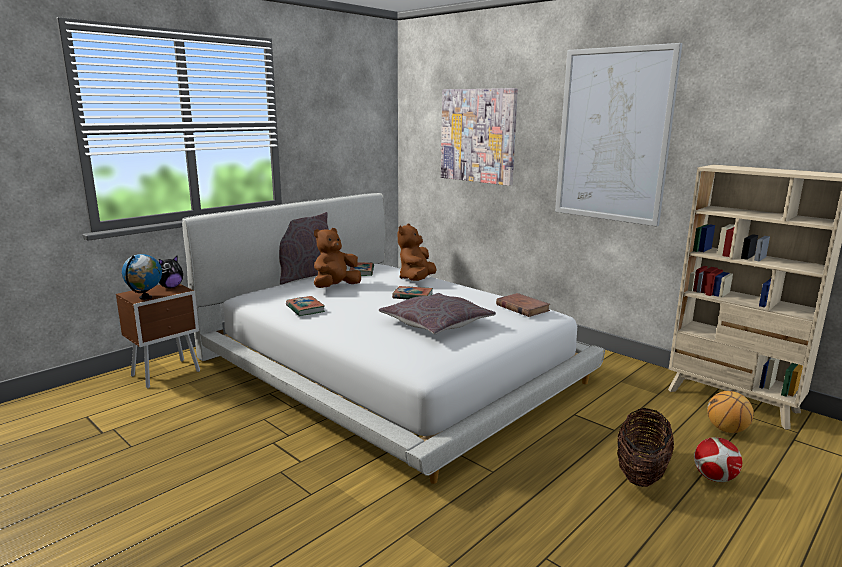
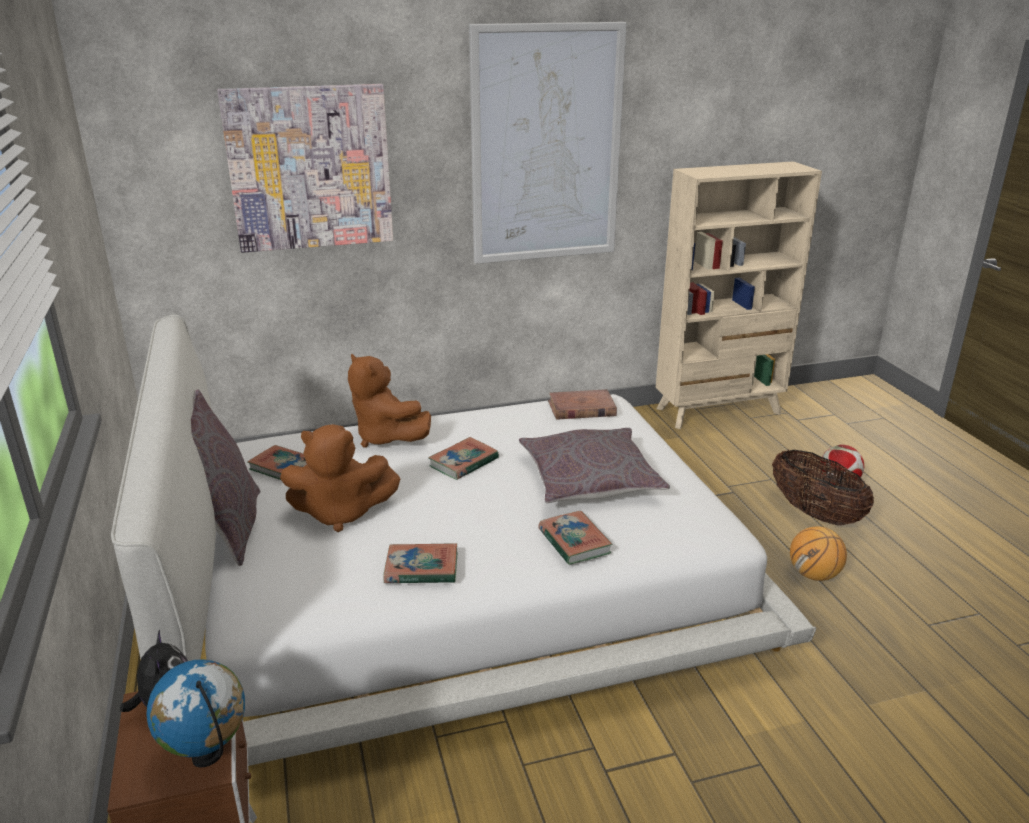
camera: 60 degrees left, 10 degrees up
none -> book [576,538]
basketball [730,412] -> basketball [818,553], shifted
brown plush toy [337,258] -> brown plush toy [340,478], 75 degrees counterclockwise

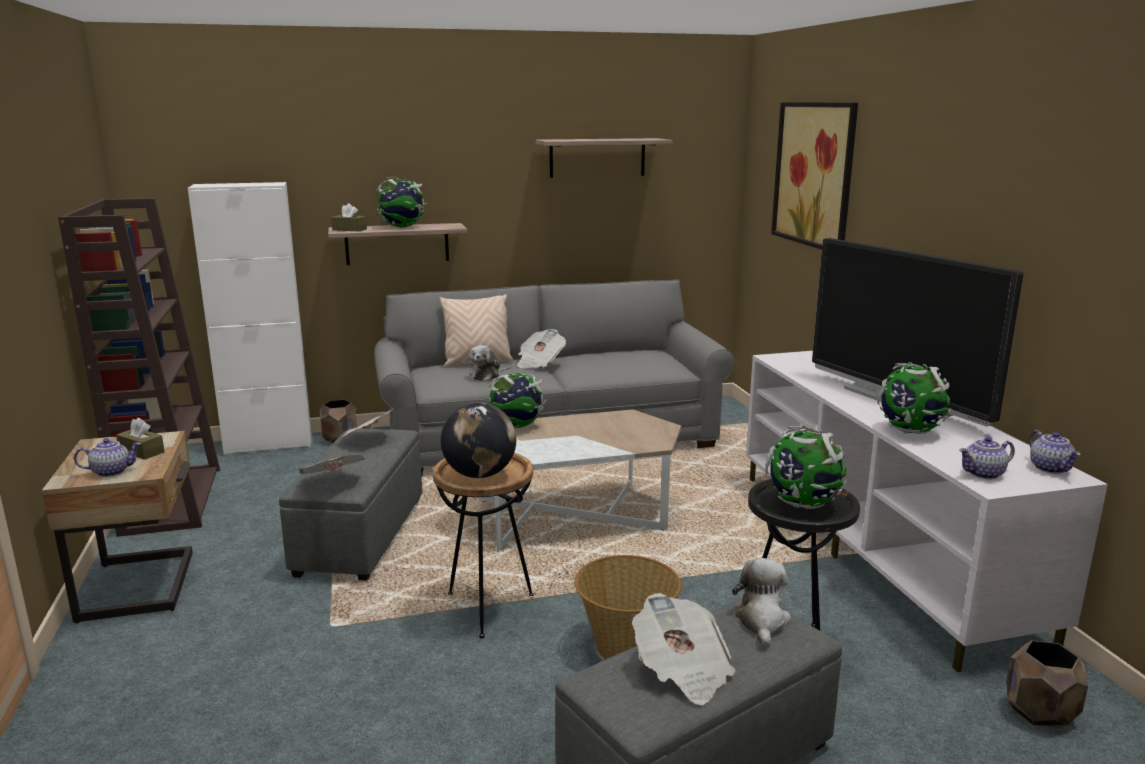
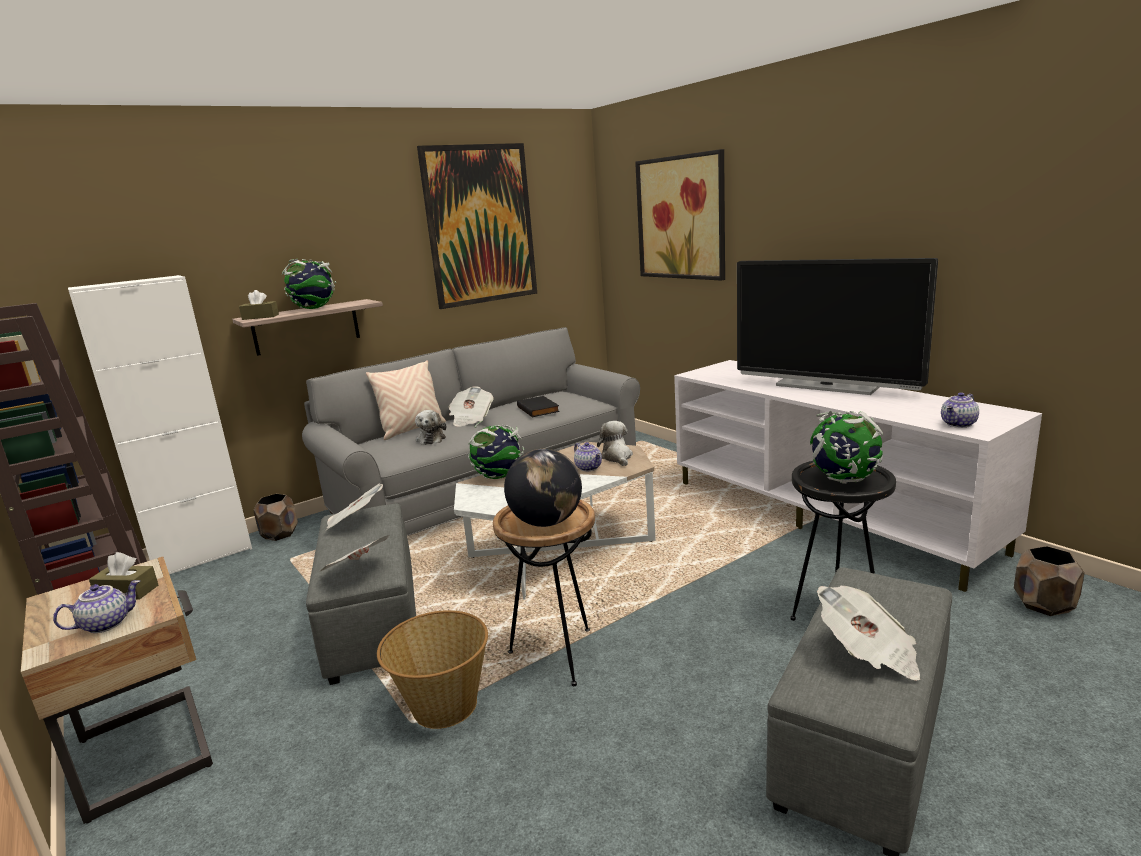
camera: 20 degrees left, 0 degrees up
globe [914,398] -> none
none -> black book [538,406]
basket [627,607] -> basket [432,669], shifted
plush toy [761,603] -> plush toy [615,443], shifted
teapot [1055,452] -> teapot [588,456], shifted
shelf [604,158] -> picture [477,226]

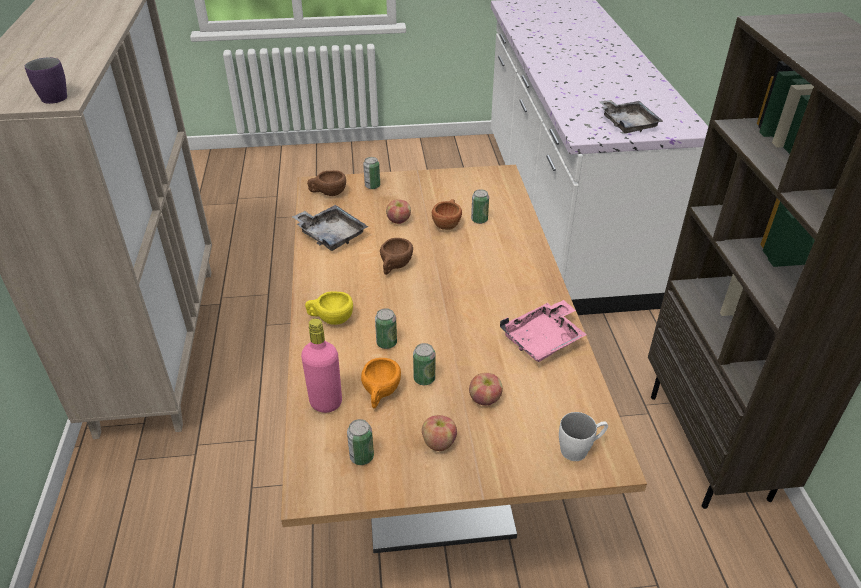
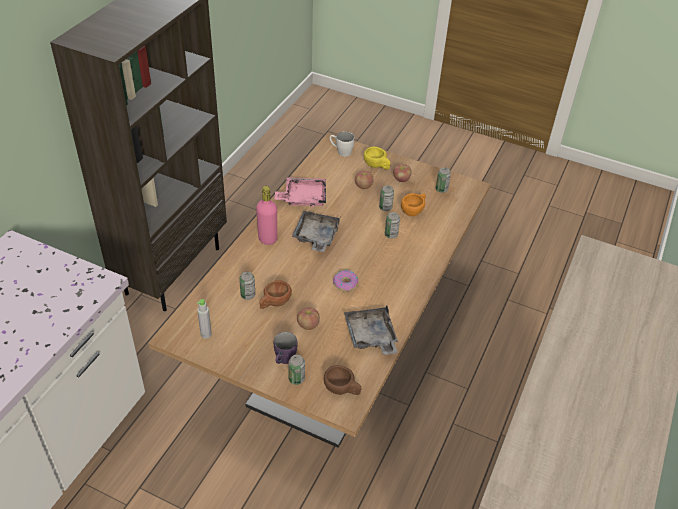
camera: 150 degrees left, 5 degrees up
none -> grey bottle [204,319]
purple mug [46,80] -> purple mug [285,348], shifted
pink bottle [321,366] -> pink bottle [266,215], shifted
yellow cup [329,308] -> yellow cup [377,158], shifted
grey tray [631,116] -> grey tray [316,231], shifted
brown cup [396,256] -> donut [345,281]

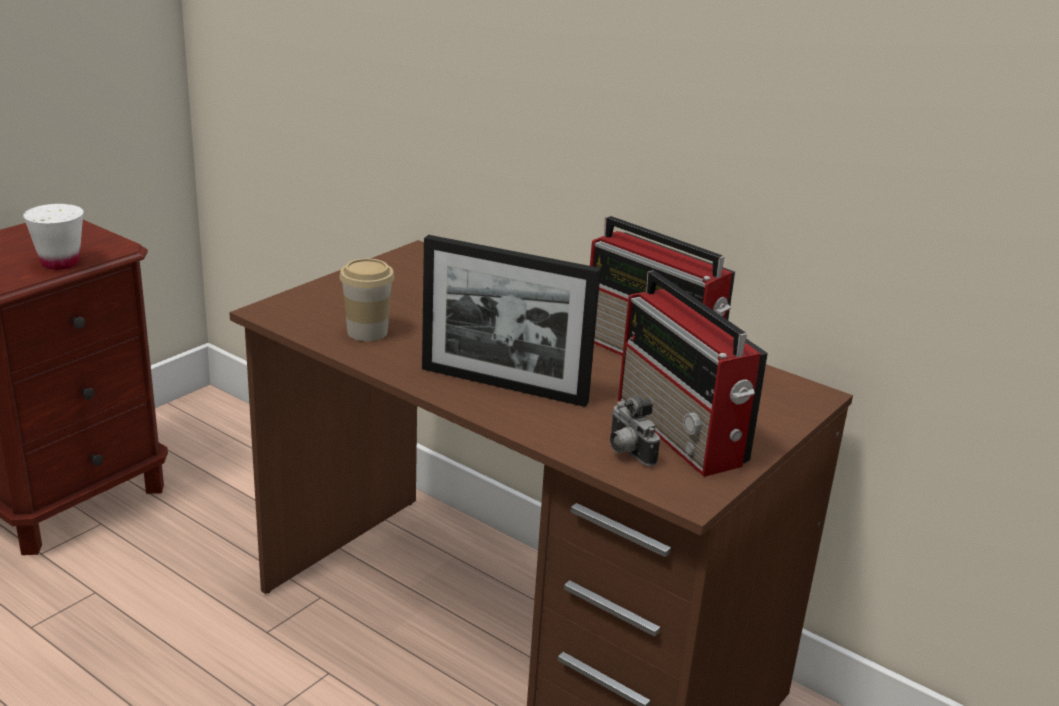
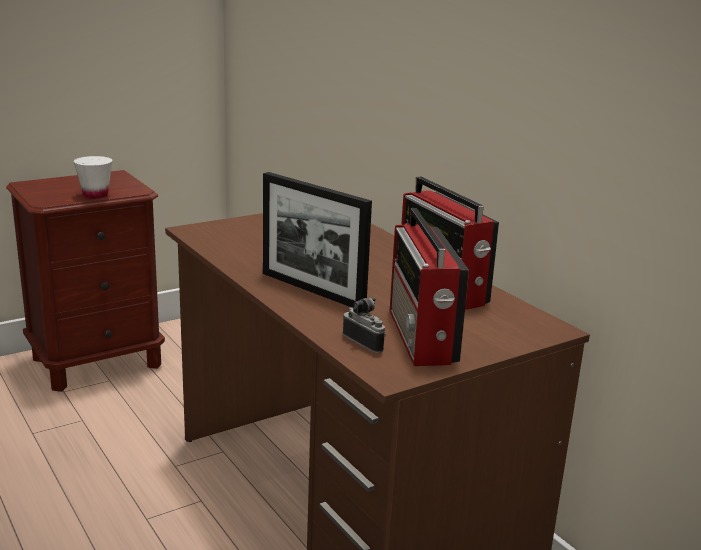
camera: 20 degrees right, 5 degrees down
cup [367,299] -> none
photo camera [635,430] -> photo camera [364,325], 150 degrees clockwise

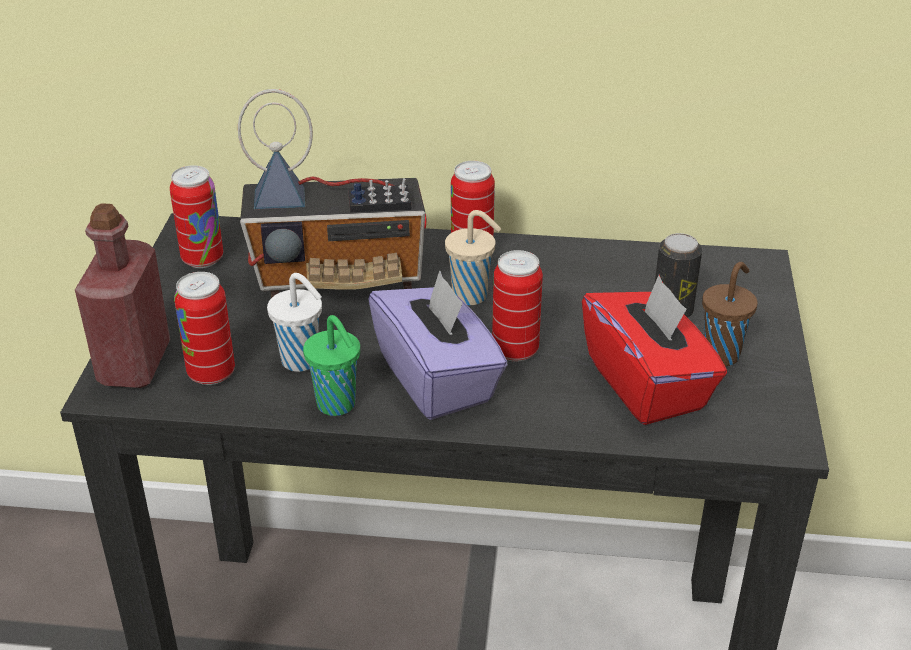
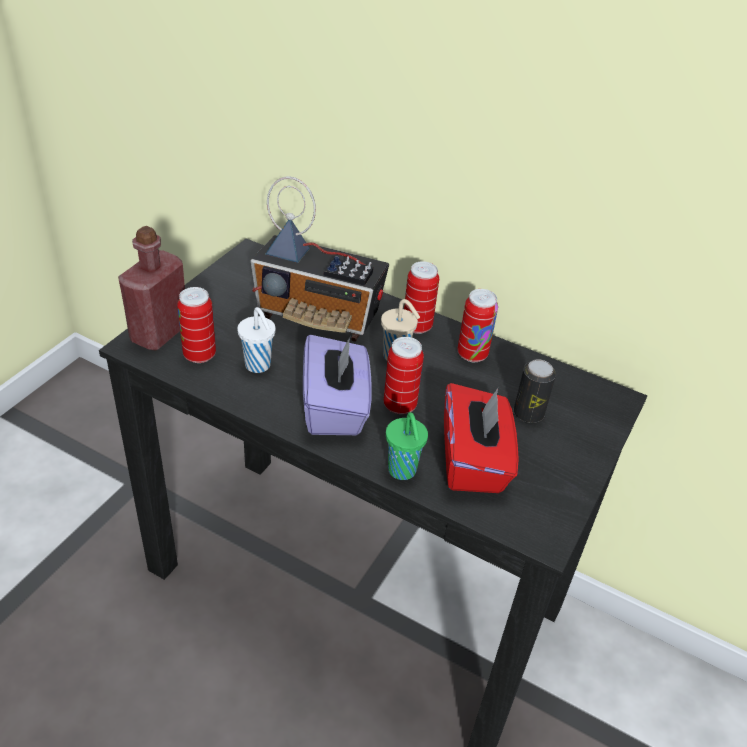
camera: 20 degrees right, 5 degrees up
brown cup [730,314] -> none
can [196,216] -> can [477,325], shifted
green cup [331,365] -> green cup [407,446], shifted

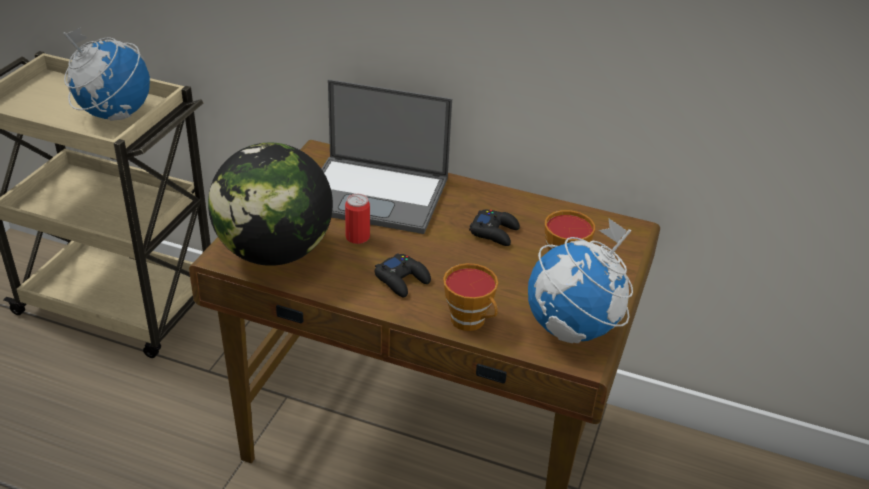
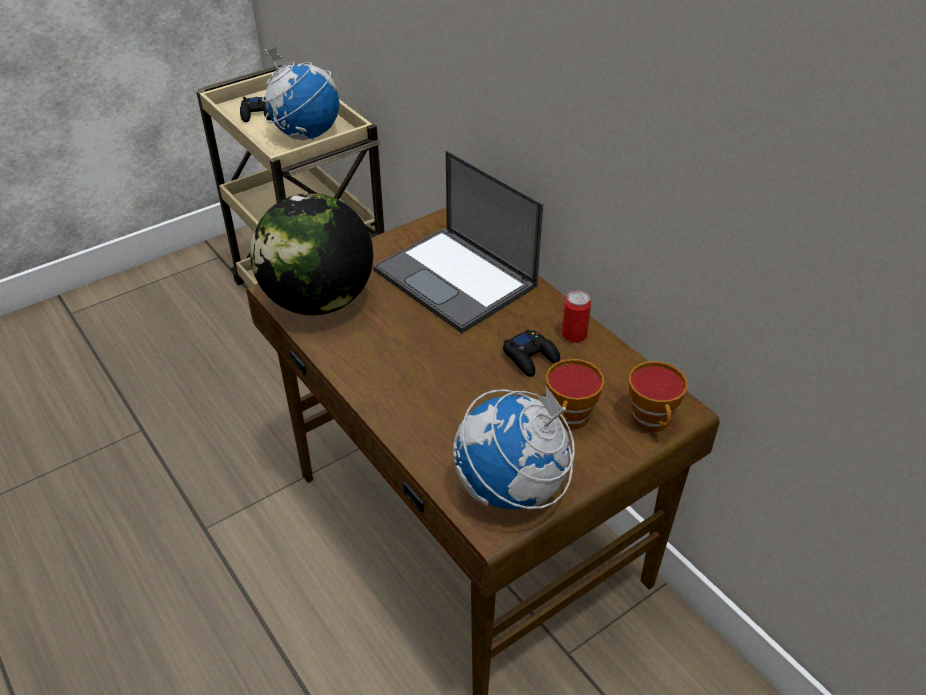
camera: 35 degrees right, 5 degrees up
can [357,219] -> can [576,316], shifted
black game controller [402,275] -> black game controller [255,109], shifted
cup [470,297] -> cup [658,396], shifted

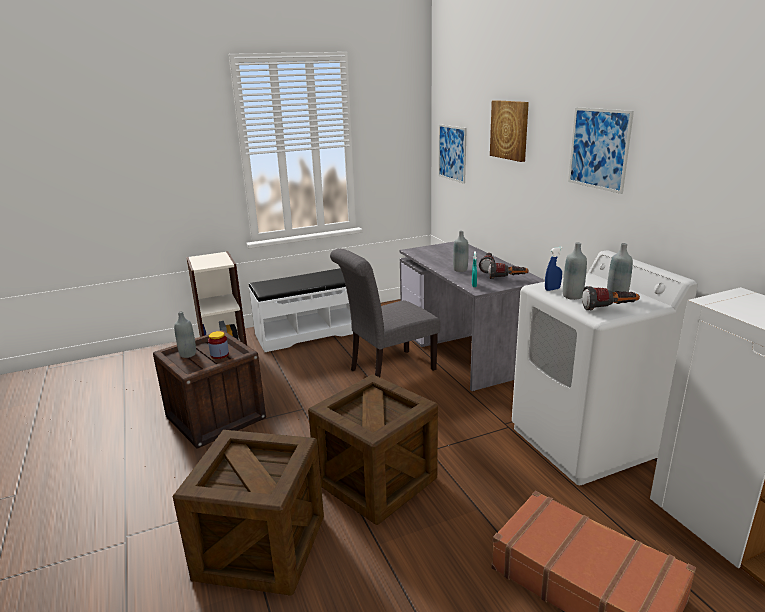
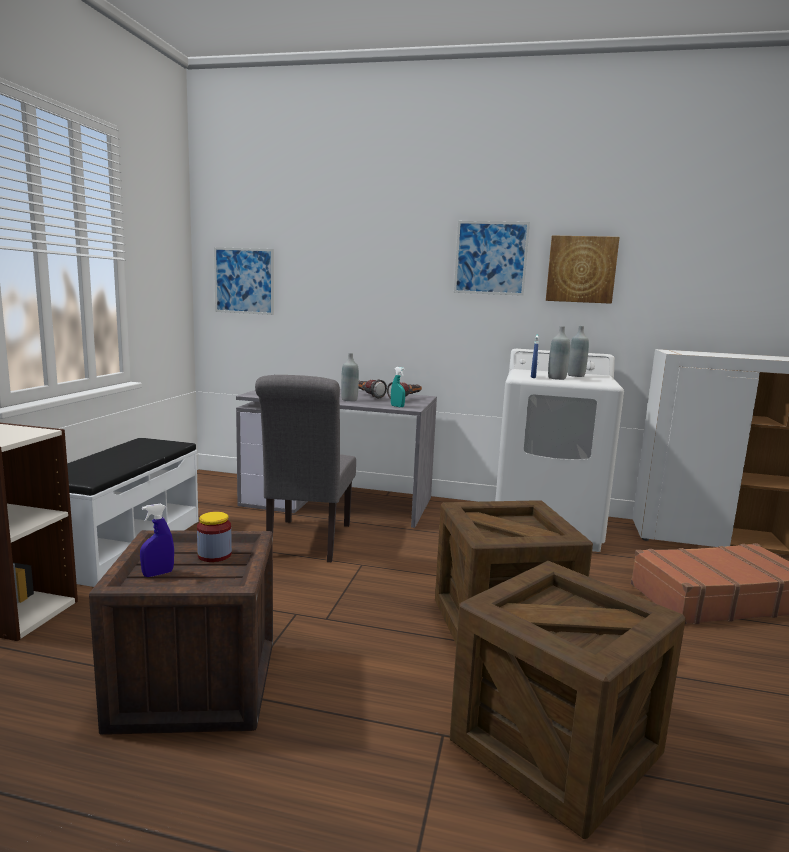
camera: 55 degrees left, 10 degrees down
flashlight [611,298] -> none
picture [509,131] -> picture [583,269], shifted
grey bottle [185,334] -> blue spray bottle [157,540]

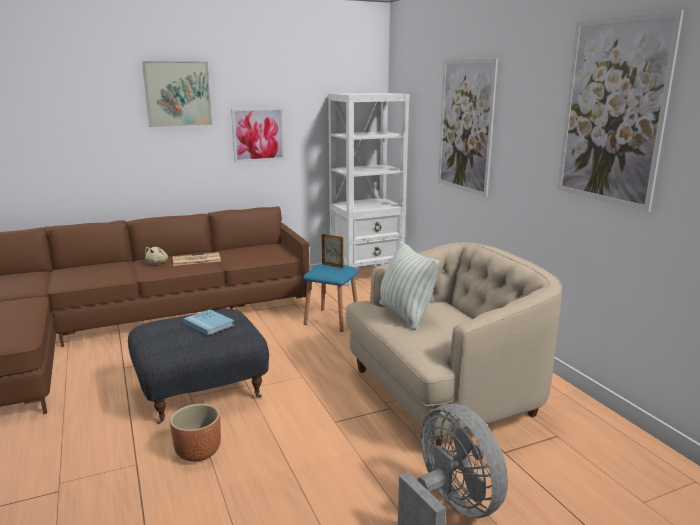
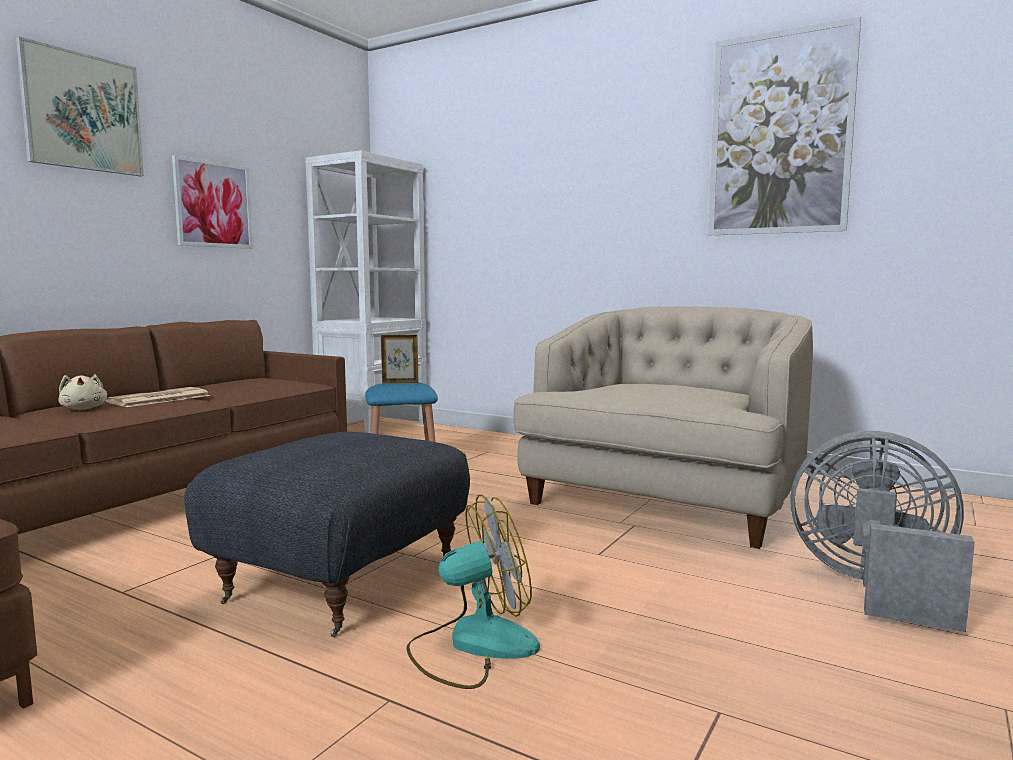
camera: 35 degrees left, 10 degrees down
blue book [209,323] -> none
pillow [409,285] -> none
picture [468,127] -> none
brown planter [195,433] -> fan [473,592]

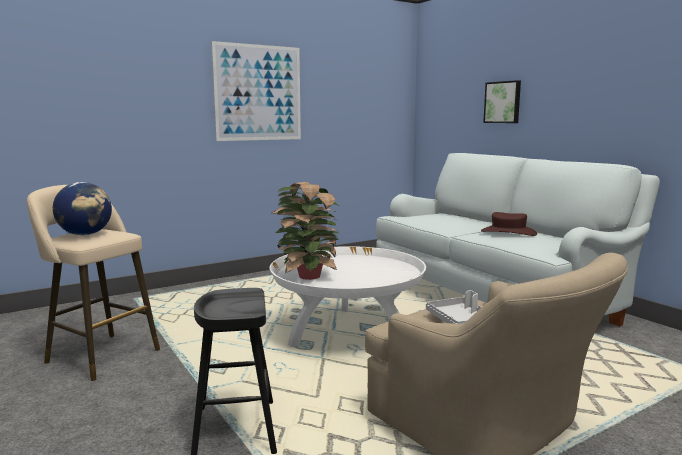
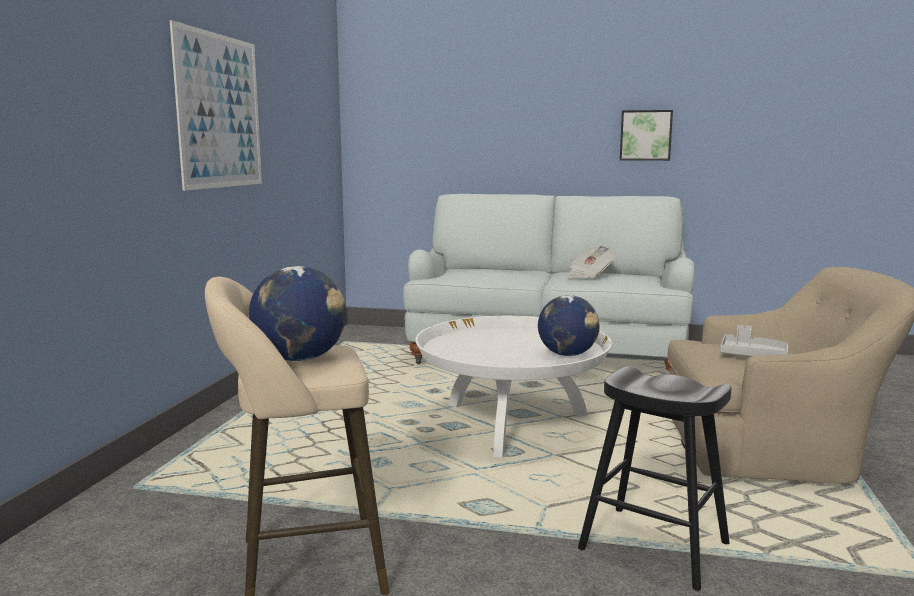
camera: 45 degrees left, 0 degrees up
potted plant [306,231] -> none
none -> globe [568,325]
picture [502,101] -> picture [646,135], shifted
brown hat [509,224] -> newspaper [591,262]

